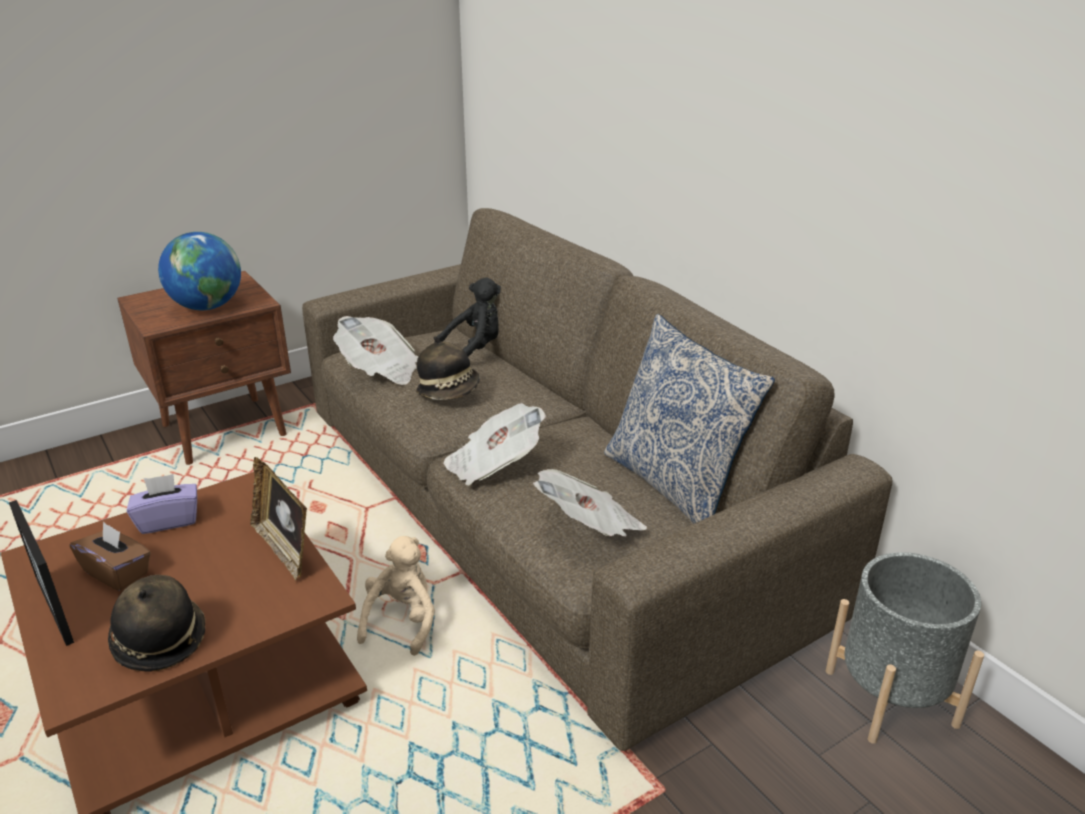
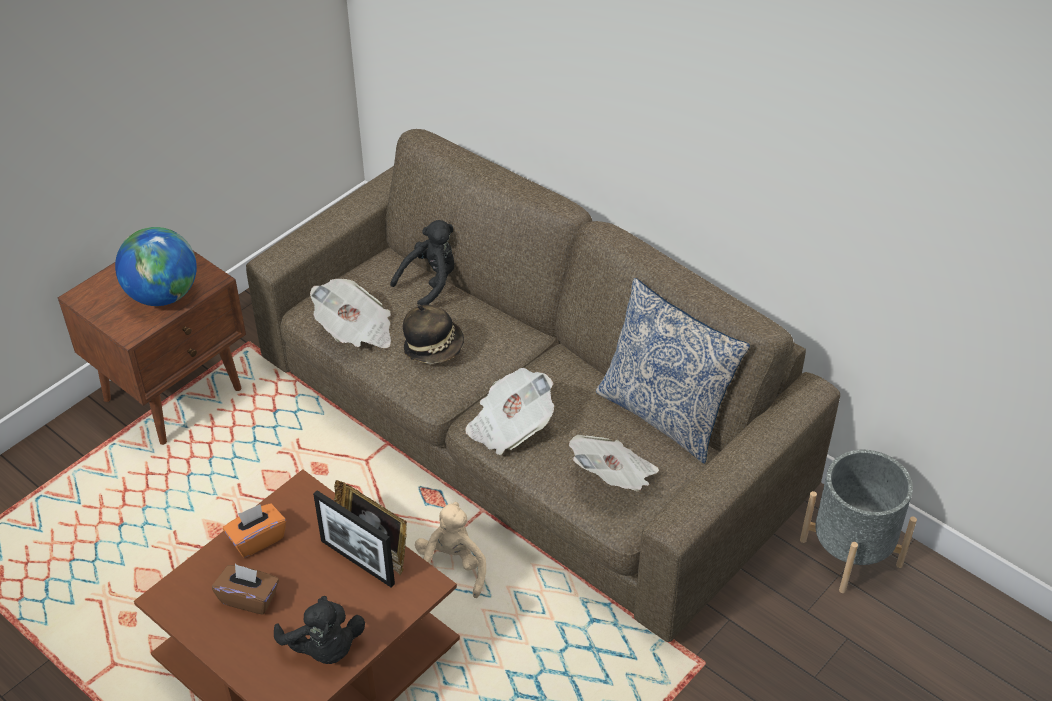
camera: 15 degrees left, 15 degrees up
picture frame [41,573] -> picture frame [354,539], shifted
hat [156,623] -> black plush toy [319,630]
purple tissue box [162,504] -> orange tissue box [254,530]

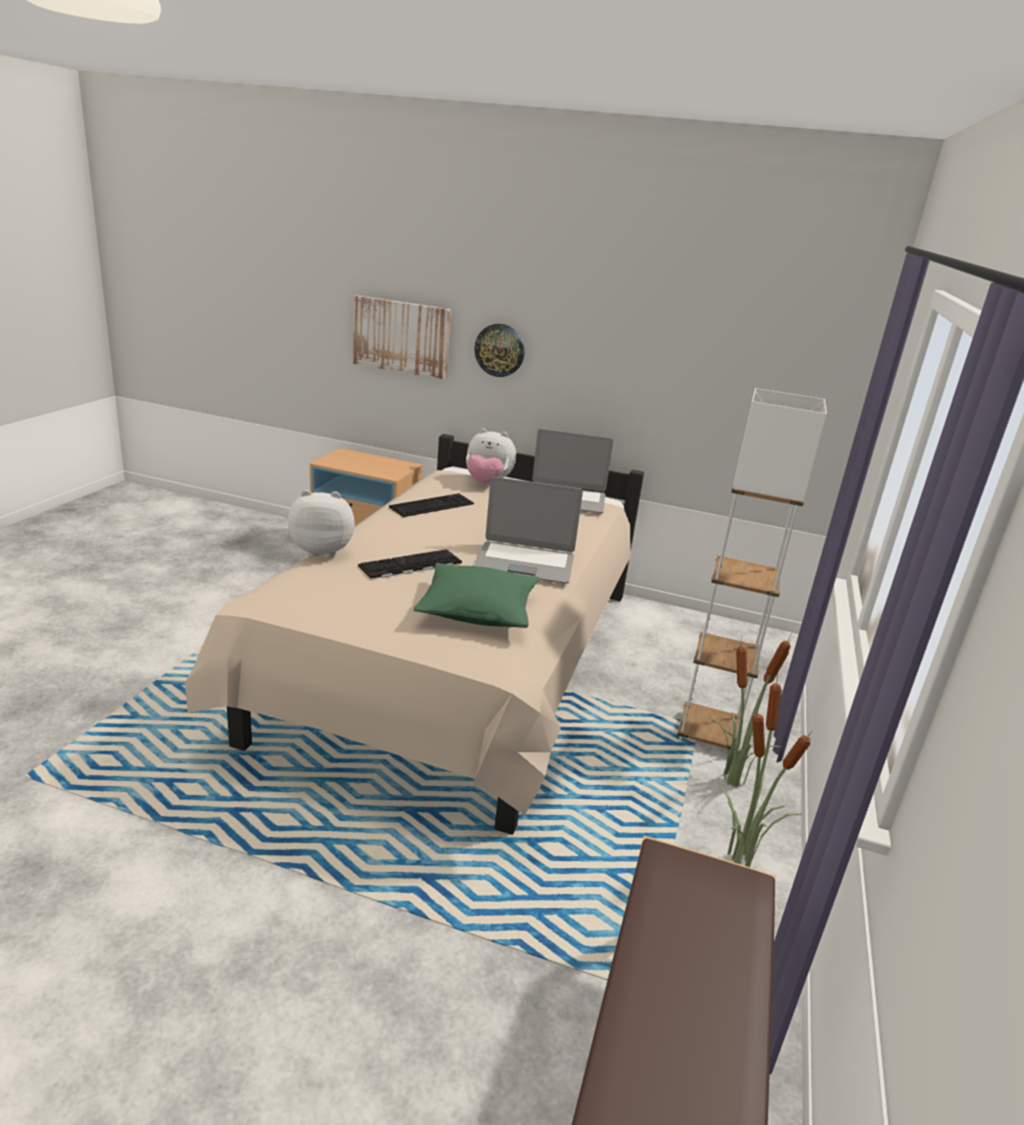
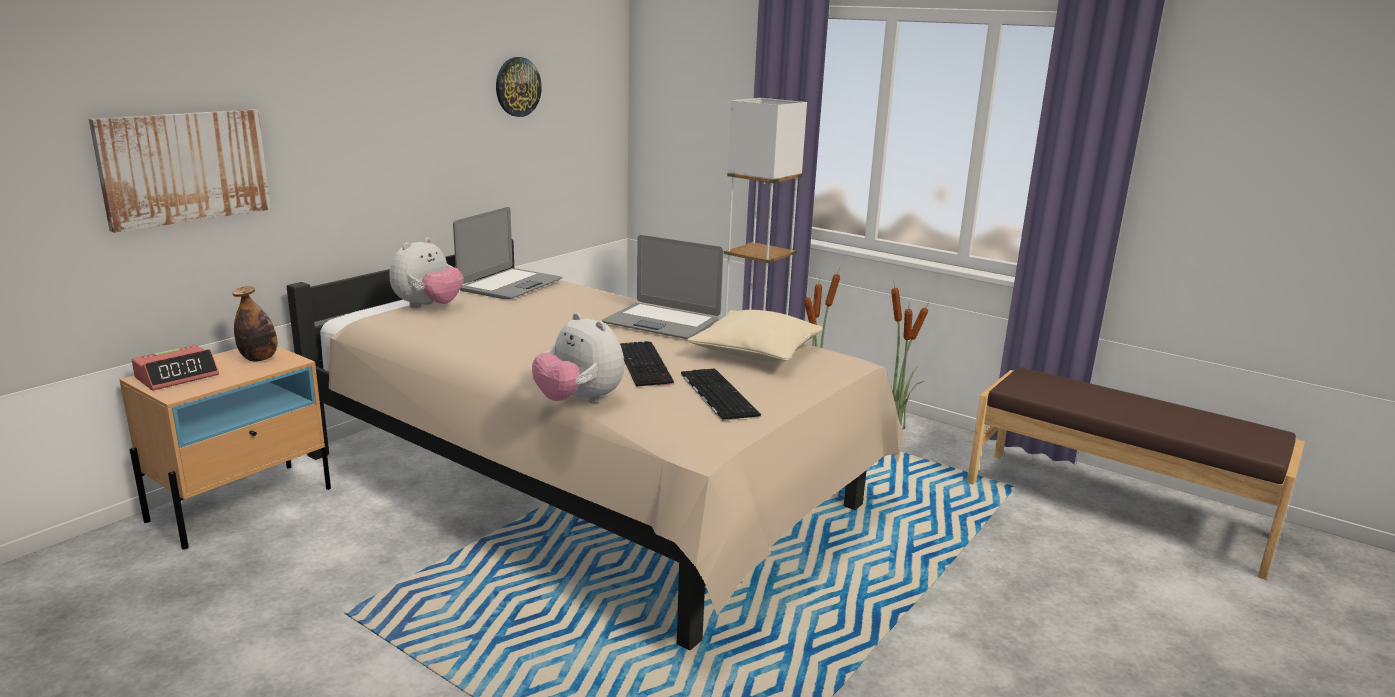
camera: 70 degrees left, 5 degrees down
none -> alarm clock [175,368]
none -> bottle [254,324]
keyboard [431,505] -> keyboard [721,394], shifted
wall clock [499,350] -> wall clock [519,87], shifted
green pillow [476,595] -> beige pillow [755,335]
plush toy [321,523] -> plush toy [578,358], 60 degrees counterclockwise
laptop [528,530] -> laptop [662,287], 90 degrees clockwise

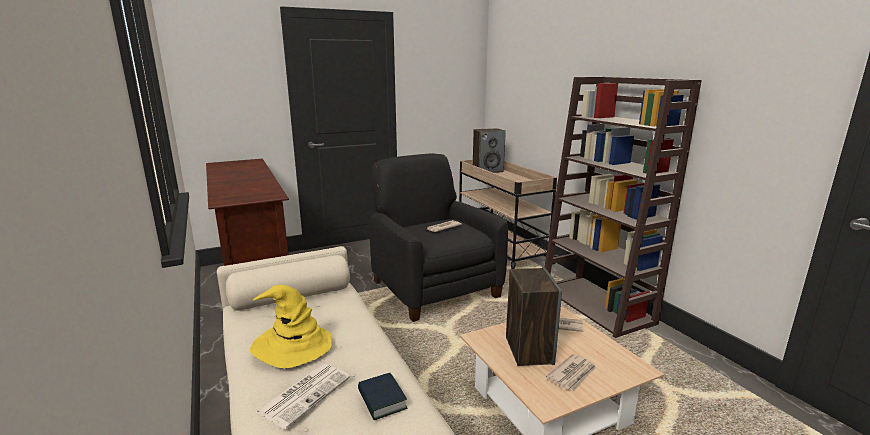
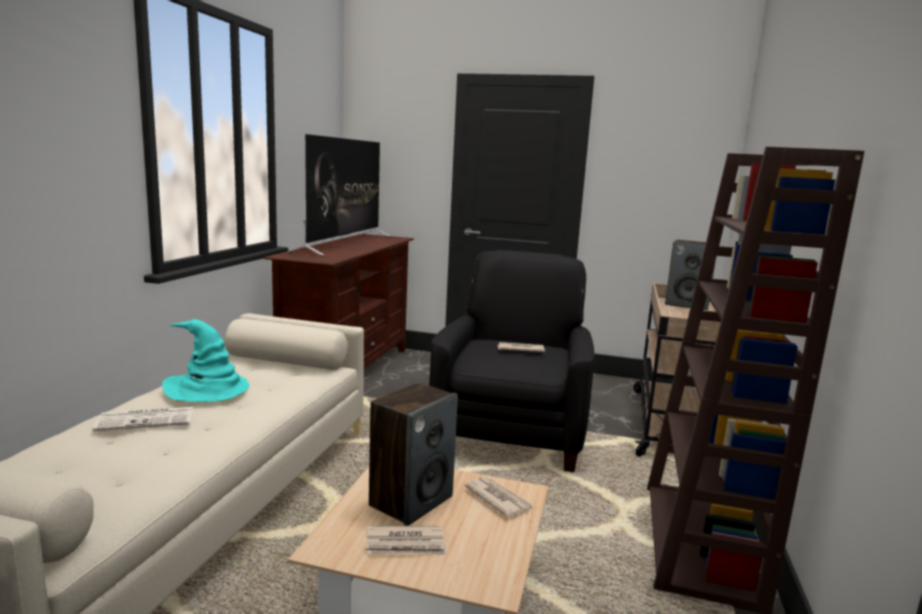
camera: 40 degrees right, 5 degrees down
book [382,396] -> none
none -> television [338,195]
yellow hat [291,326] -> turquoise hat [205,360]

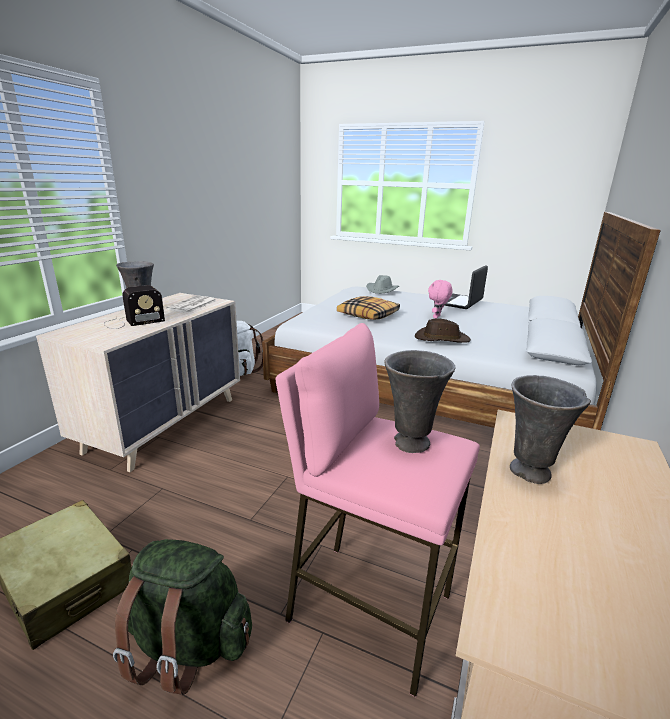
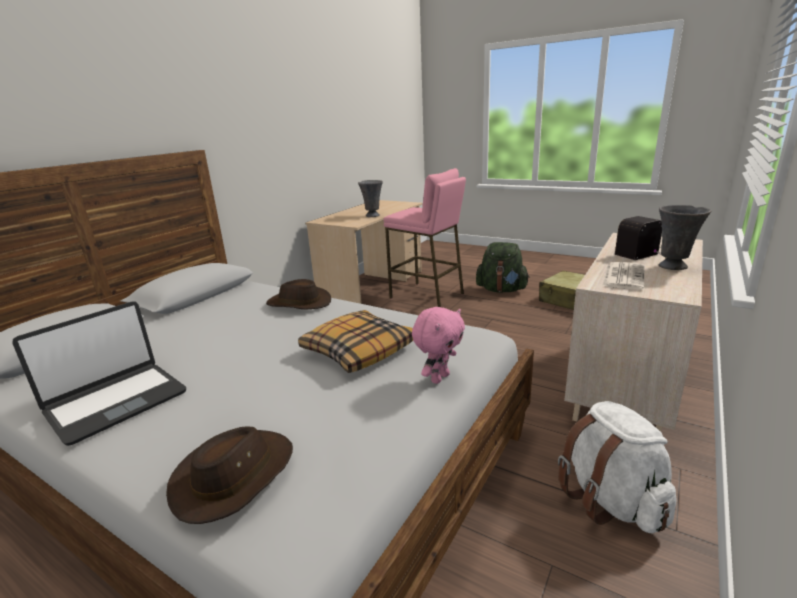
camera: 170 degrees left, 0 degrees up
grey vase [420,401] -> none
pink plush toy [440,299] -> pink plush toy [438,345], shifted
grey hat [382,284] -> brown hat [229,475]

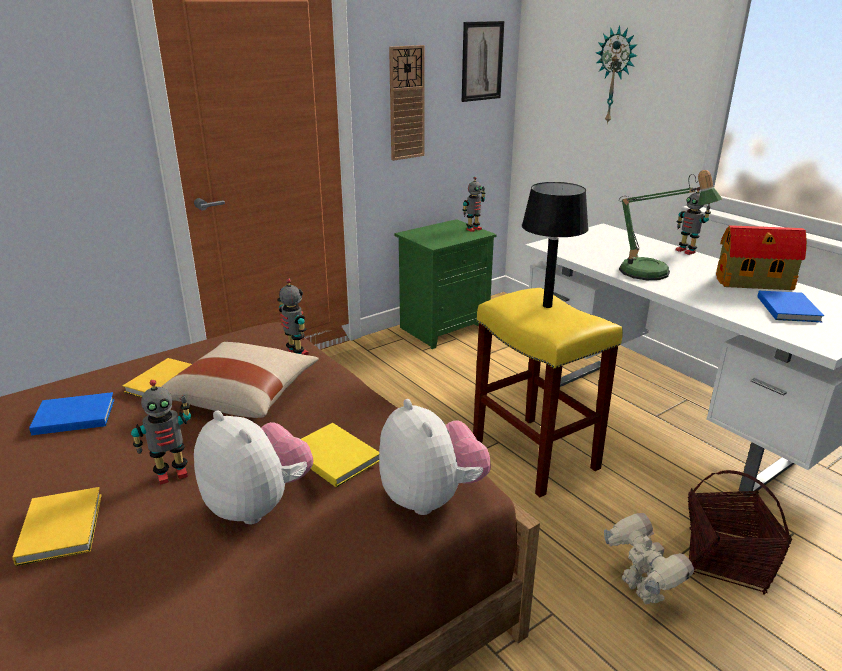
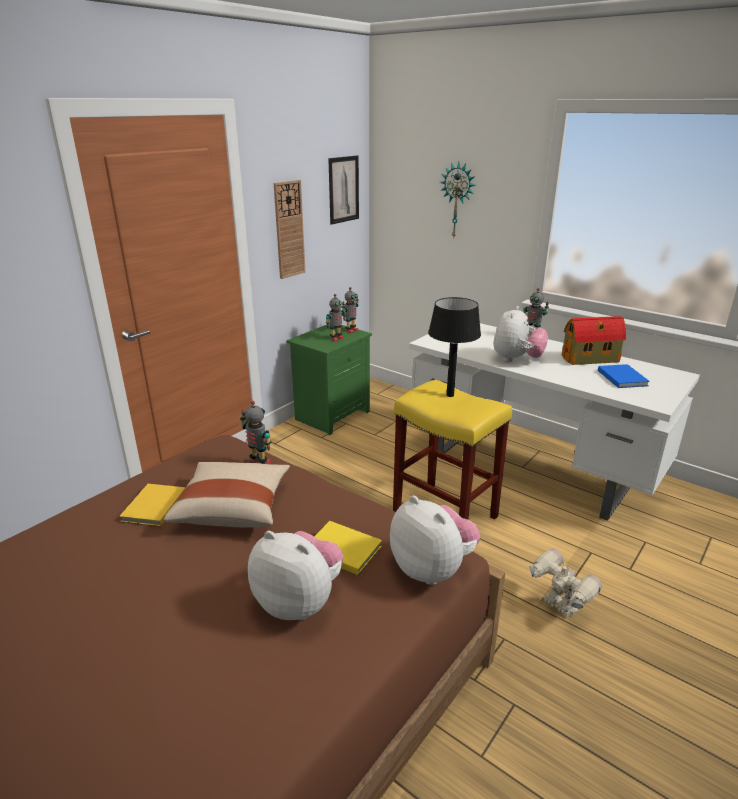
camera: 15 degrees left, 0 degrees up
yellow book [57,526] -> none
blue book [72,413] -> none
basket [740,532] -> none
toy robot [161,432] -> toy robot [335,317], shifted
table lamp [671,225] -> plush toy [520,334]

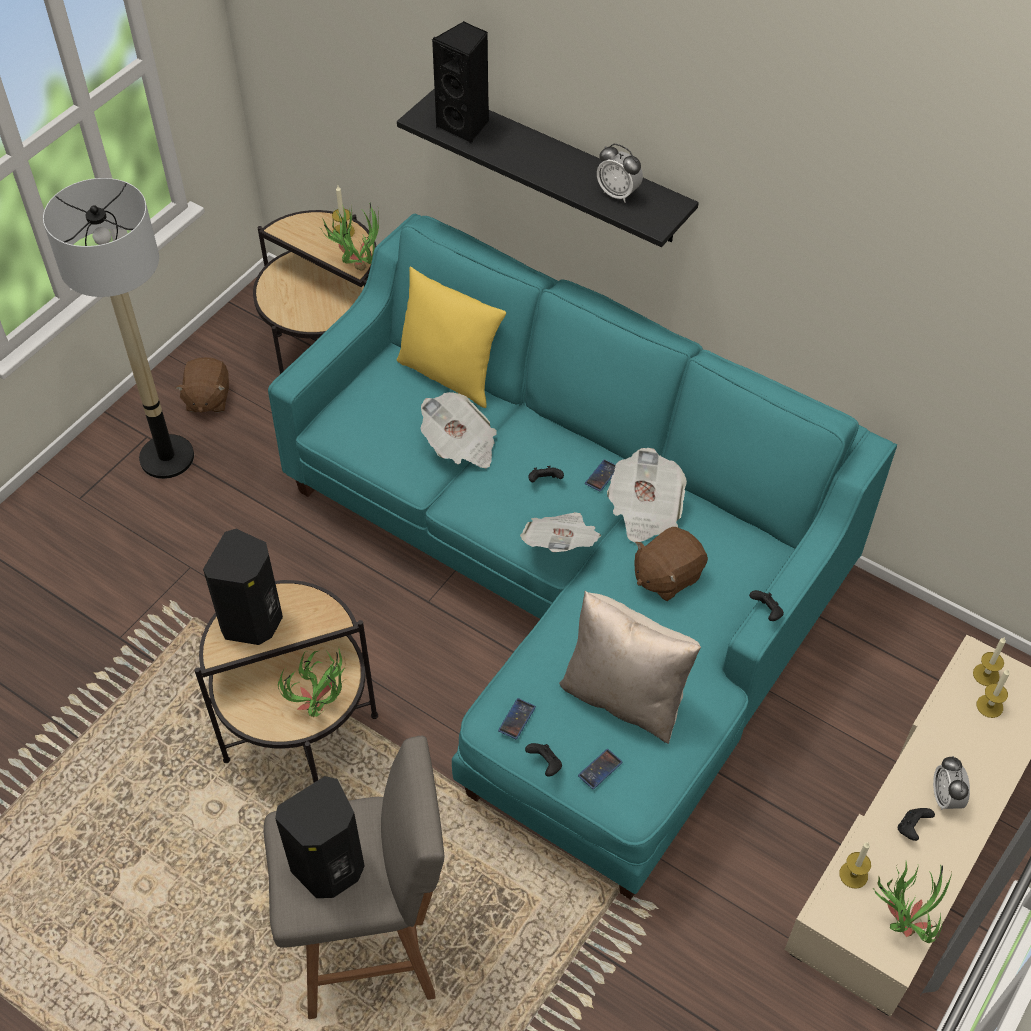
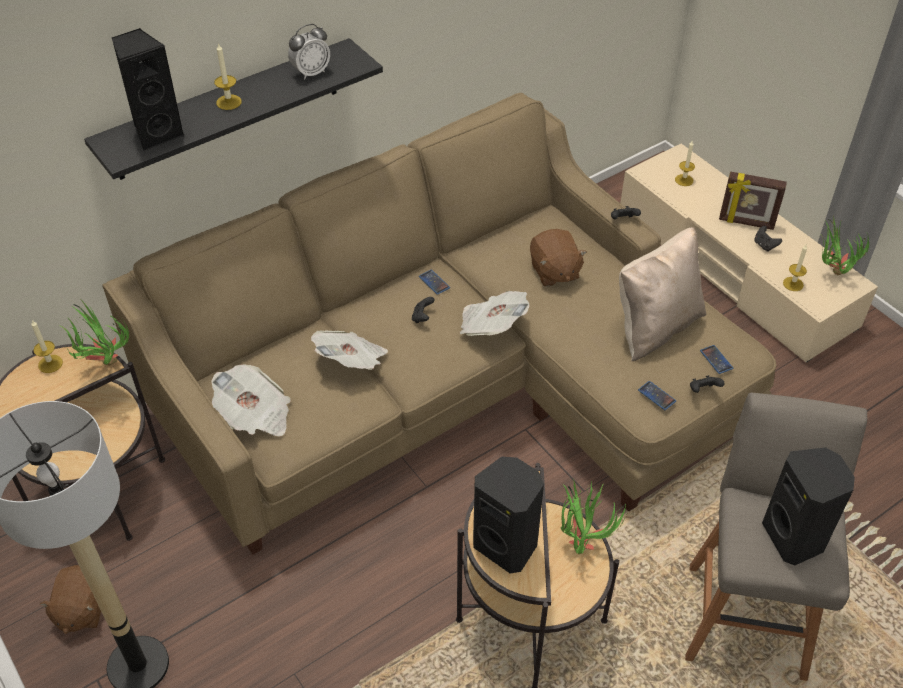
camera: 70 degrees left, 5 degrees down
yellow pillow [451,337] -> none
newspaper [647,495] -> newspaper [251,400], shifted
candle [989,661] -> candle [228,76], shifted
alarm clock [951,783] -> picture frame [753,201]
turquoise sofa [582,557] -> beige sofa [439,324]
brown plush toy [202,385] -> brown plush toy [70,599], 75 degrees clockwise

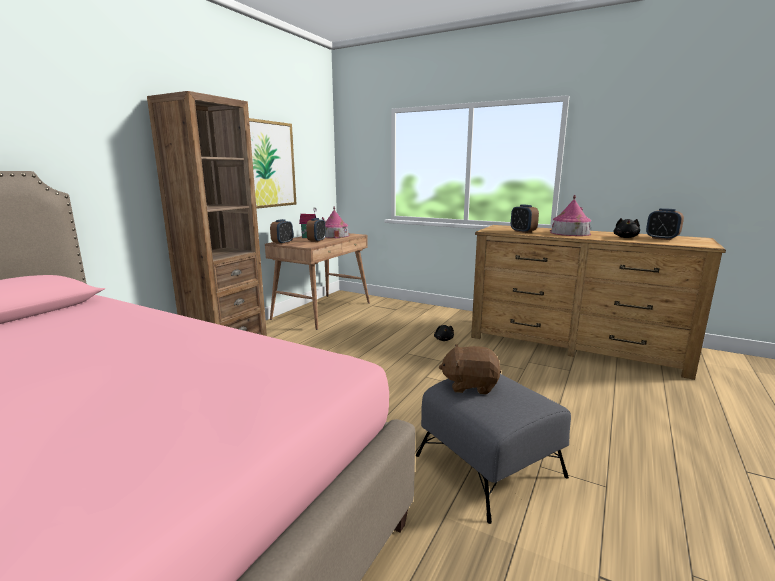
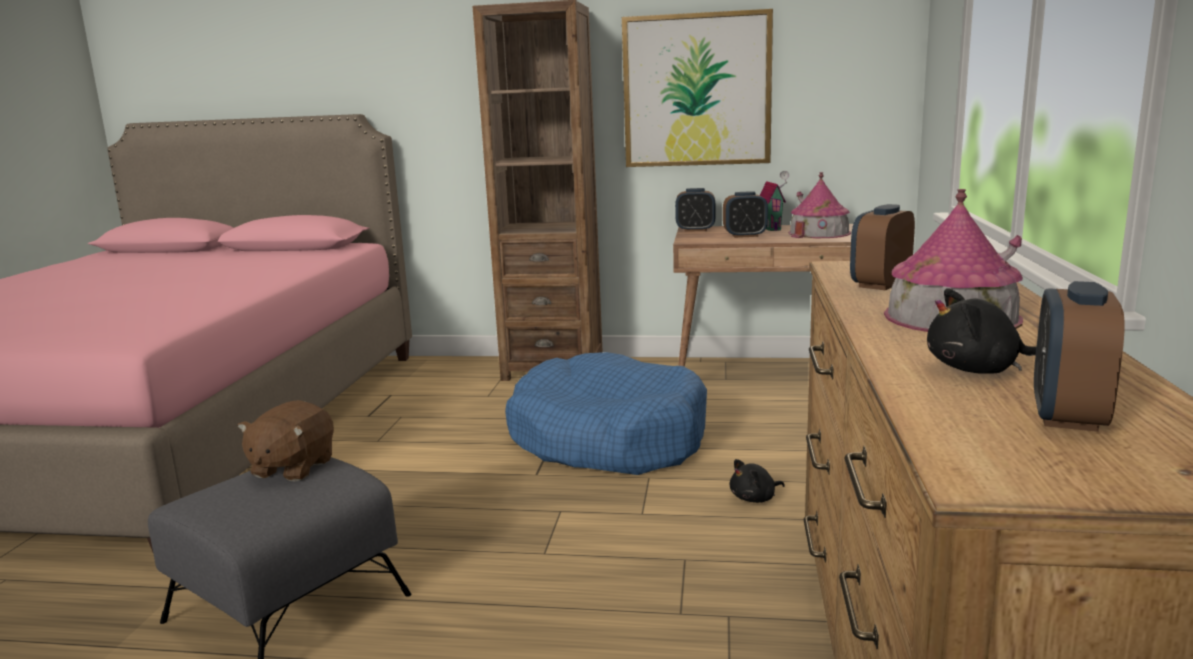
camera: 70 degrees right, 0 degrees up
none -> blue dog bed [606,413]
brown plush toy [470,369] -> brown plush toy [285,441], 150 degrees counterclockwise

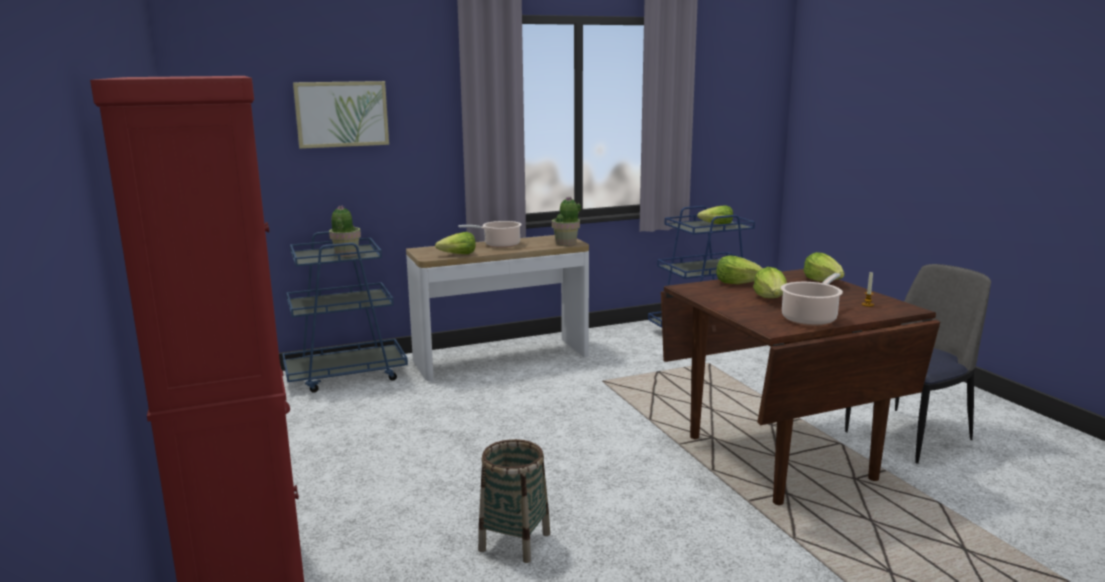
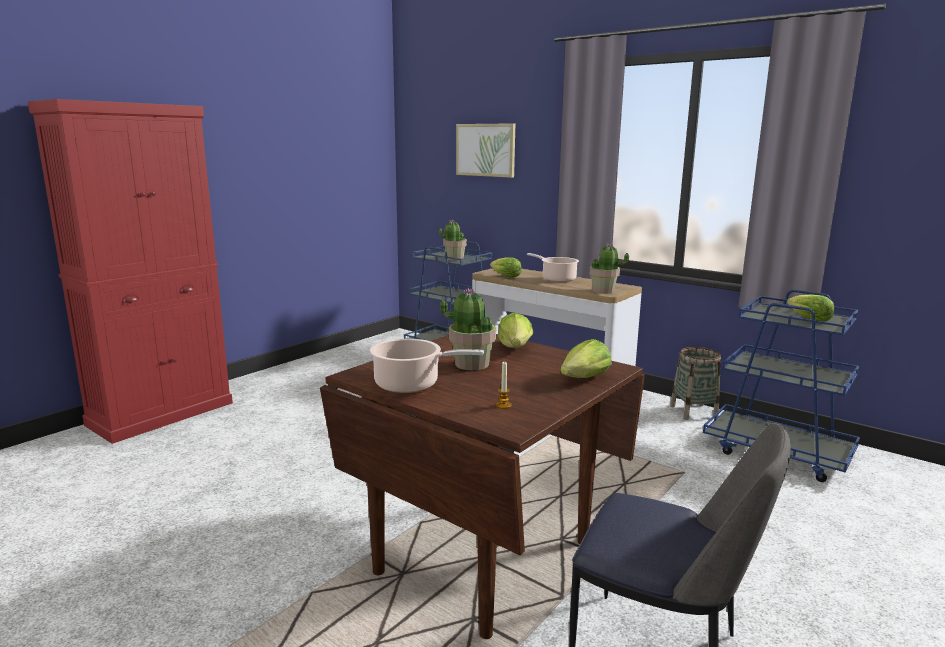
camera: 60 degrees right, 0 degrees up
basket [514,501] -> basket [695,383], shifted
lettuce [770,282] -> potted plant [468,329]

